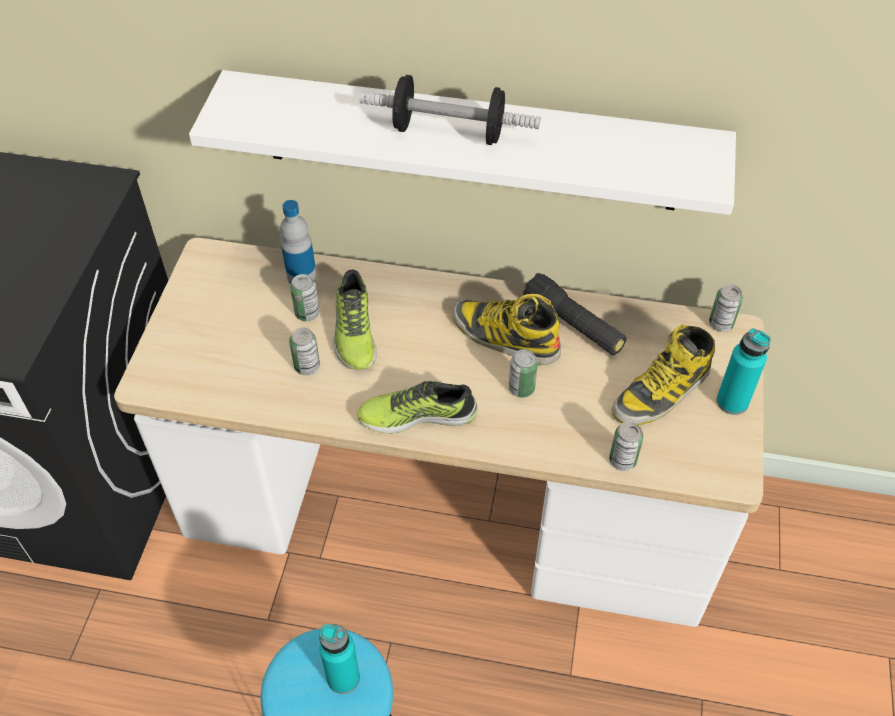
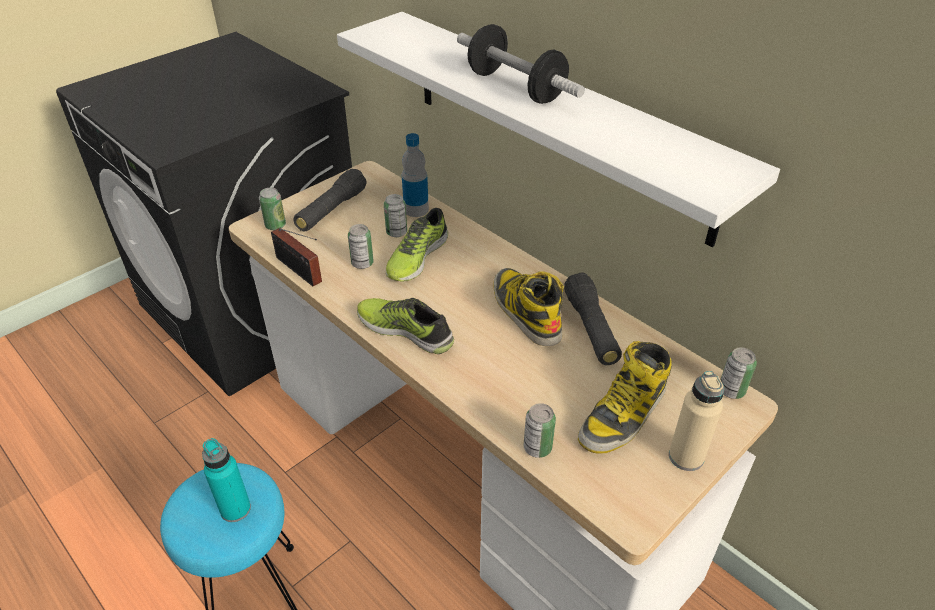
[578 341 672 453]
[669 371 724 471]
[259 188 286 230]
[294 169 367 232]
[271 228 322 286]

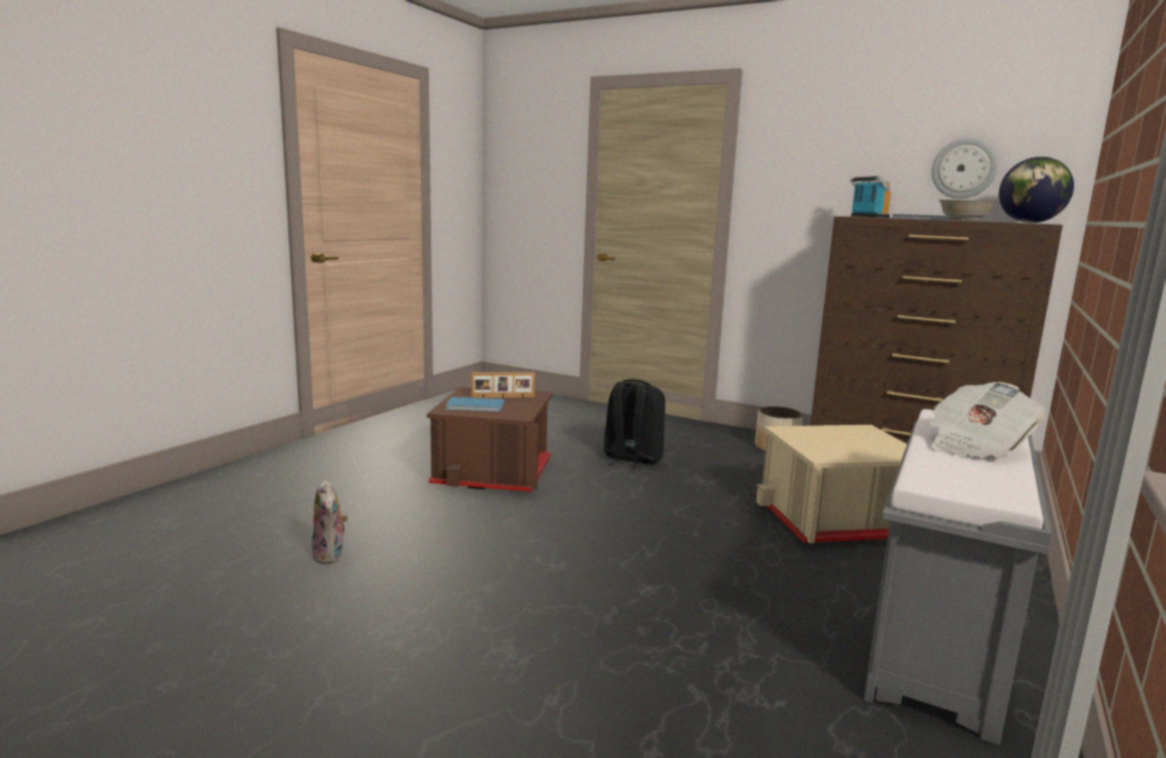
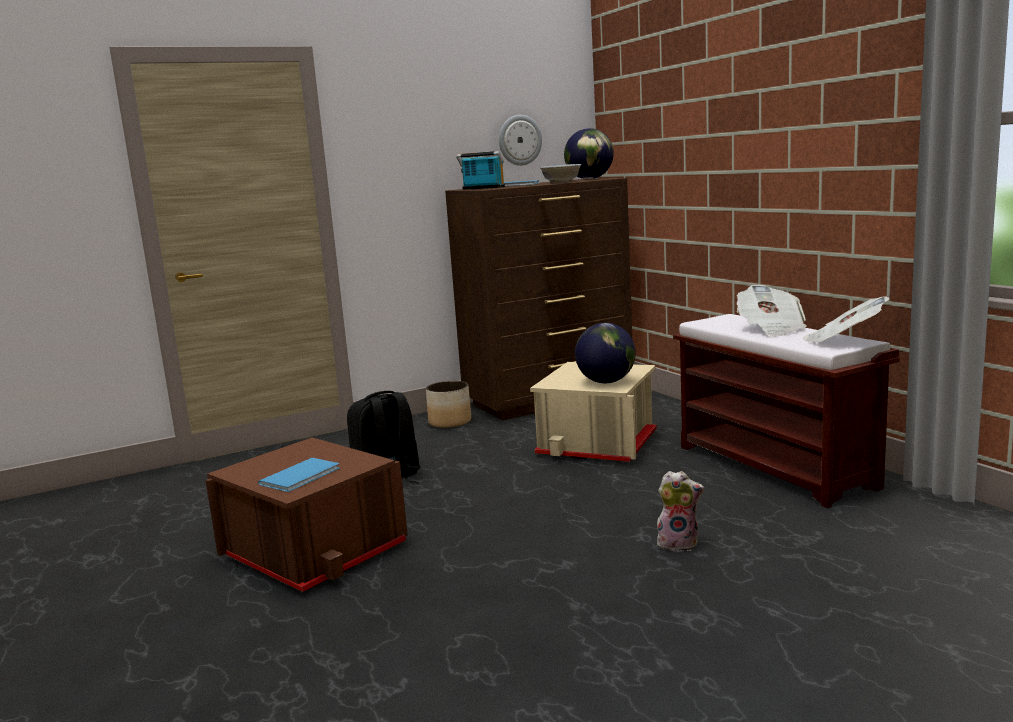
[471 372 535 398] (first image)
[673 314 899 508]
[657 471 705 552]
[803 296 889 343]
[575 323 636 383]

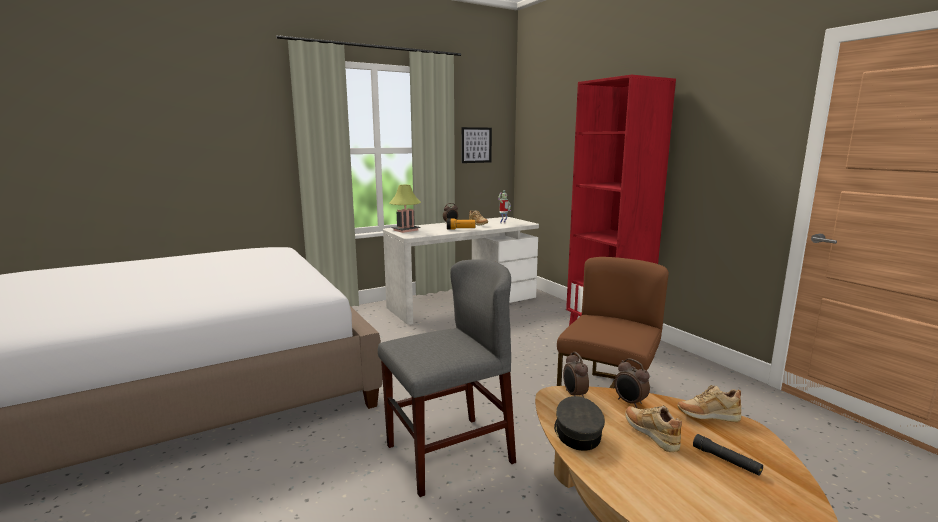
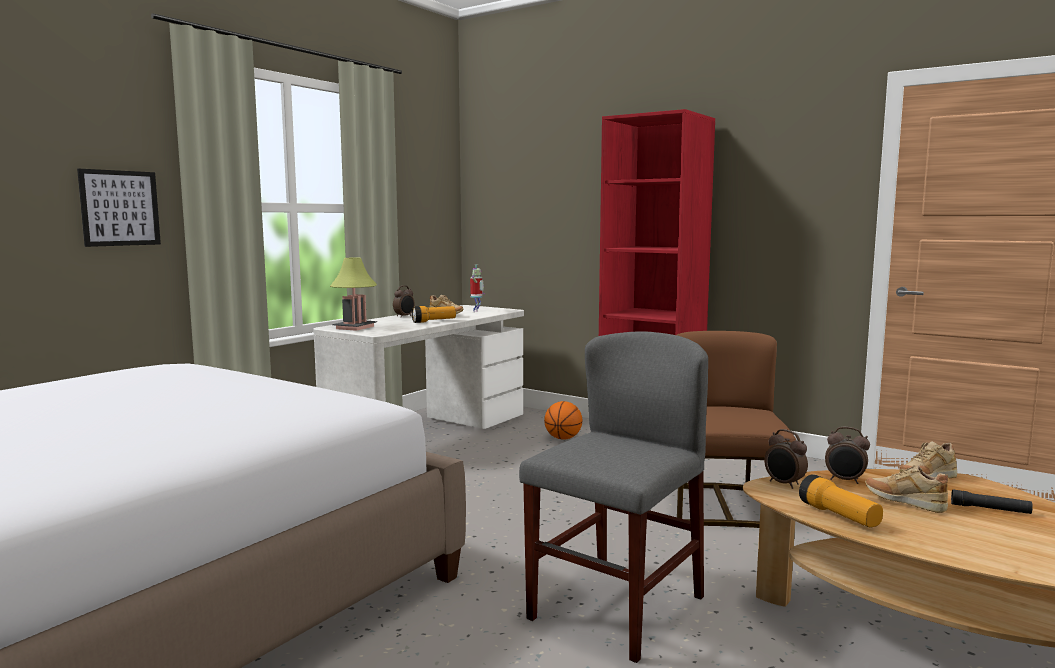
[77 169 161 247]
[799 474 883 528]
[544 401 582 440]

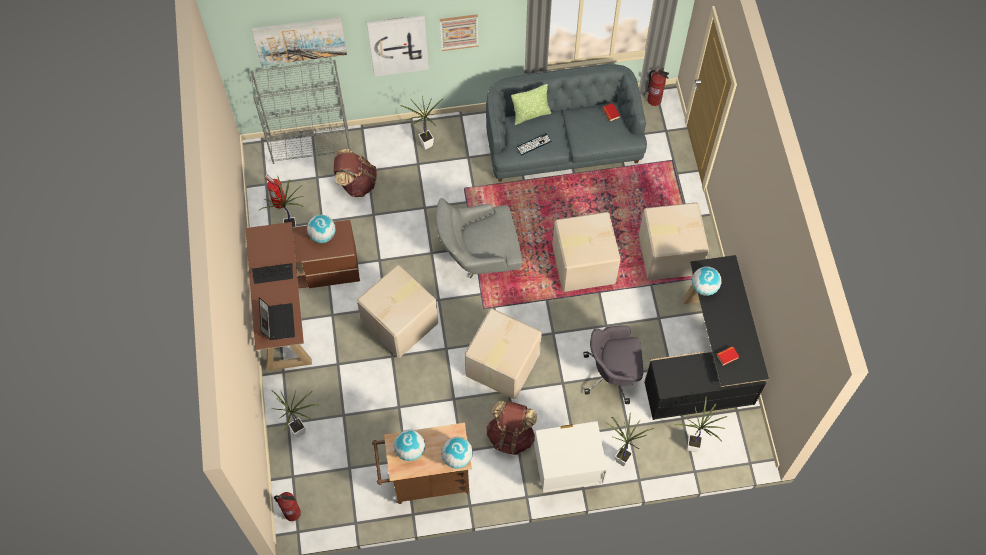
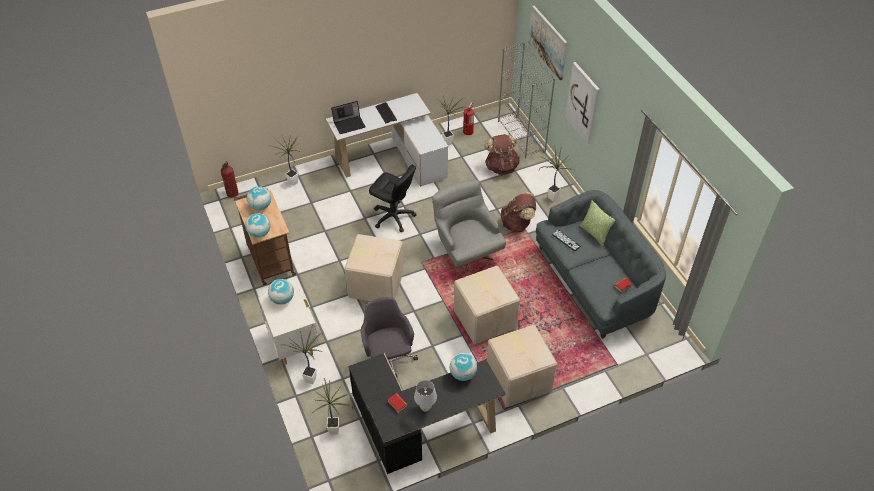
[440 14 478 51] (first image)
[647 69 669 106] (first image)
[268 279 294 305]
[326 93 448 187]
[369 165 416 232]
[501 192 536 232]
[414 380 437 412]

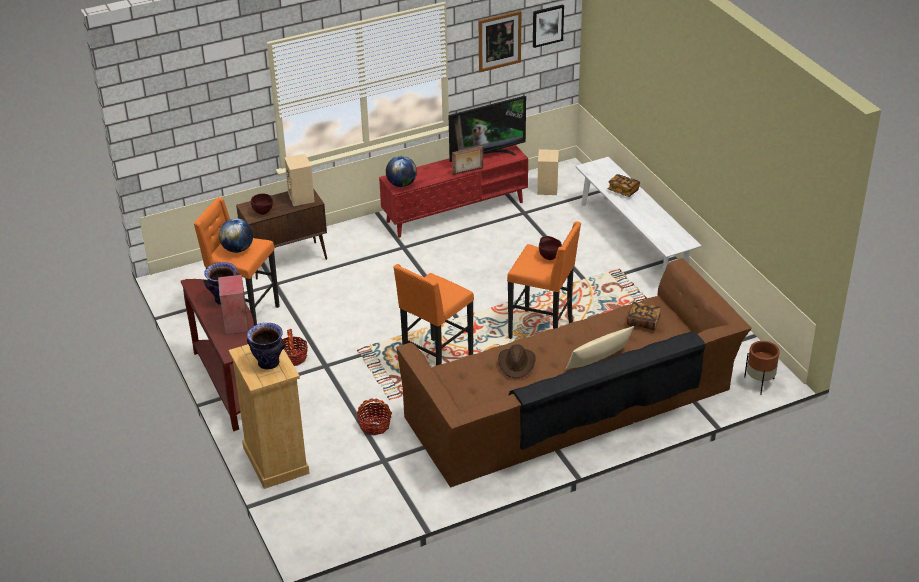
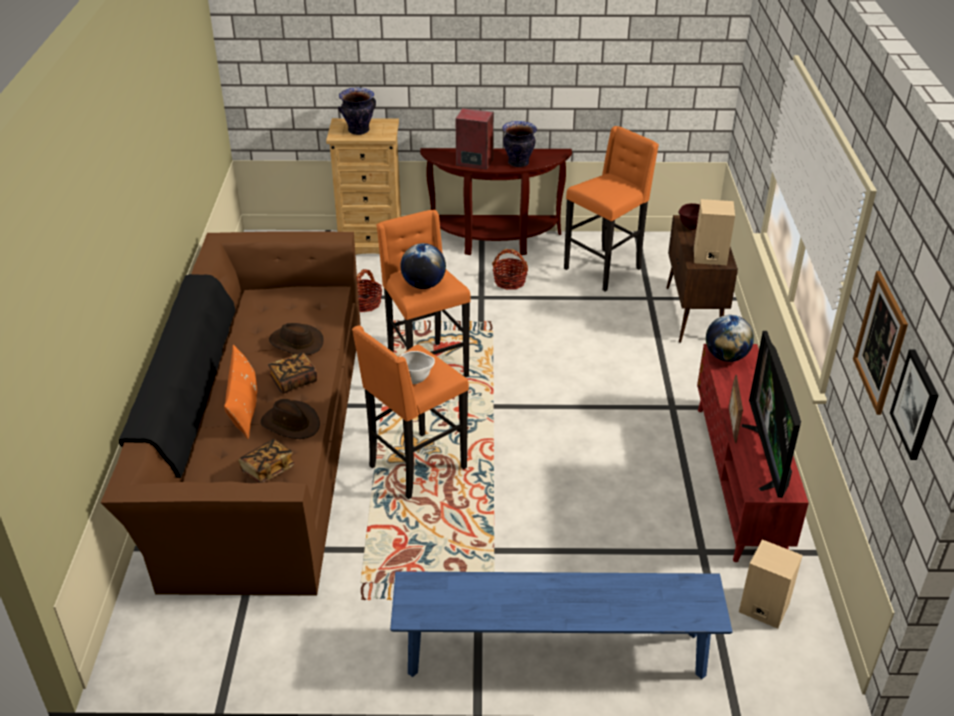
[390 571 733 679]
[268 352 317 394]
[401 243 446 289]
[399 351 435 384]
[224 345 257 439]
[744 341 780 395] (first image)
[261 399 320 439]

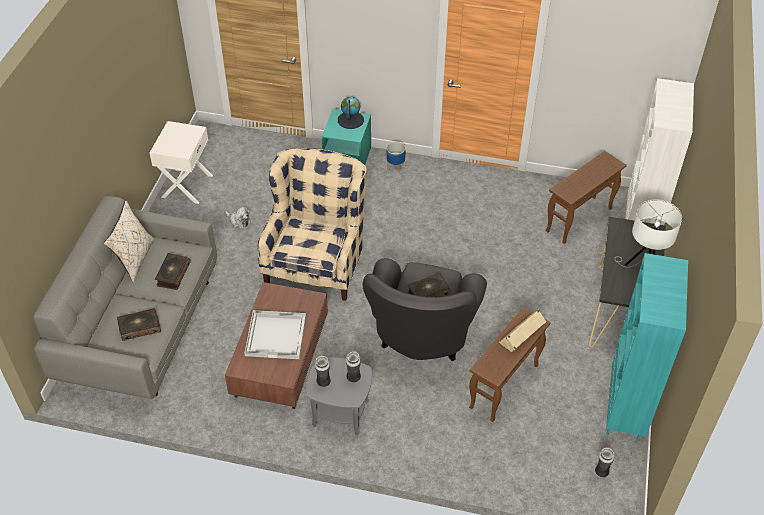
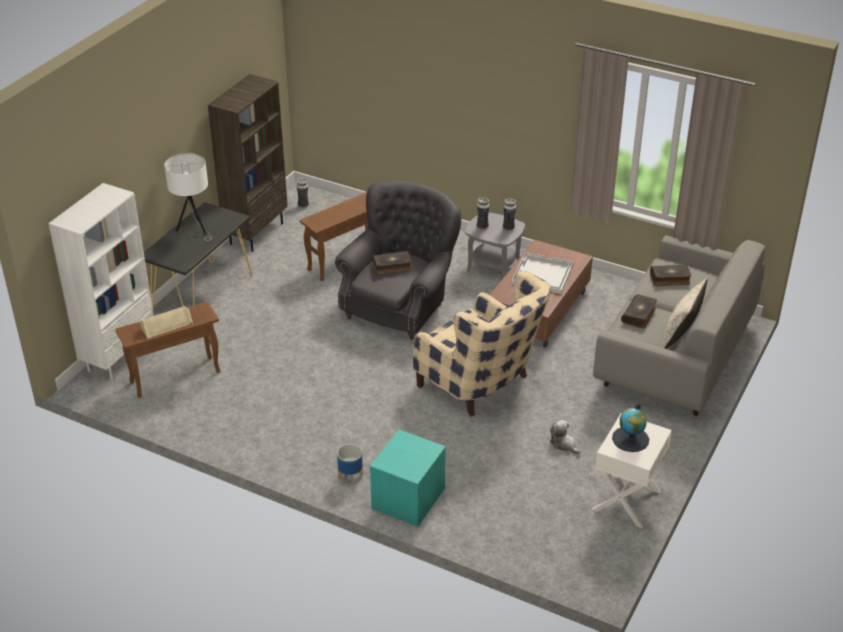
[612 404 649 452]
[413 271 550 416]
[208 74 288 252]
[140 305 193 338]

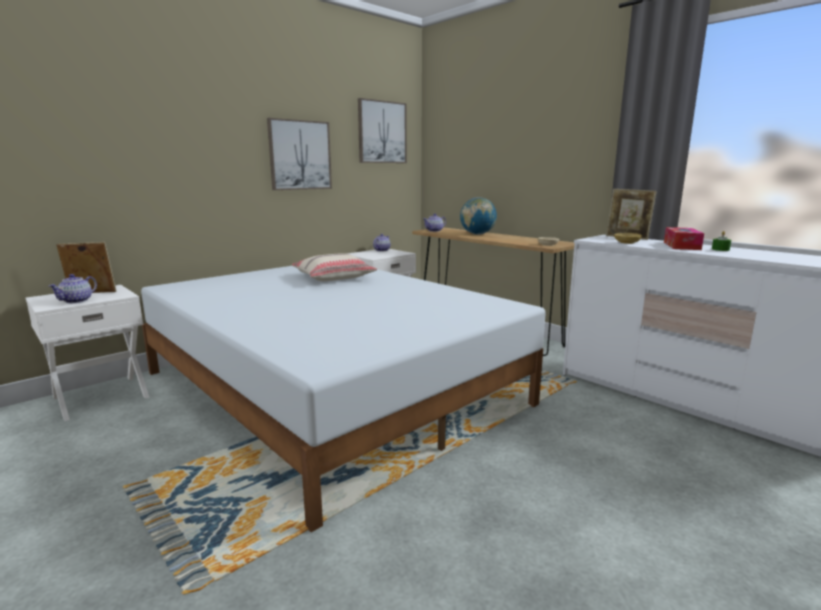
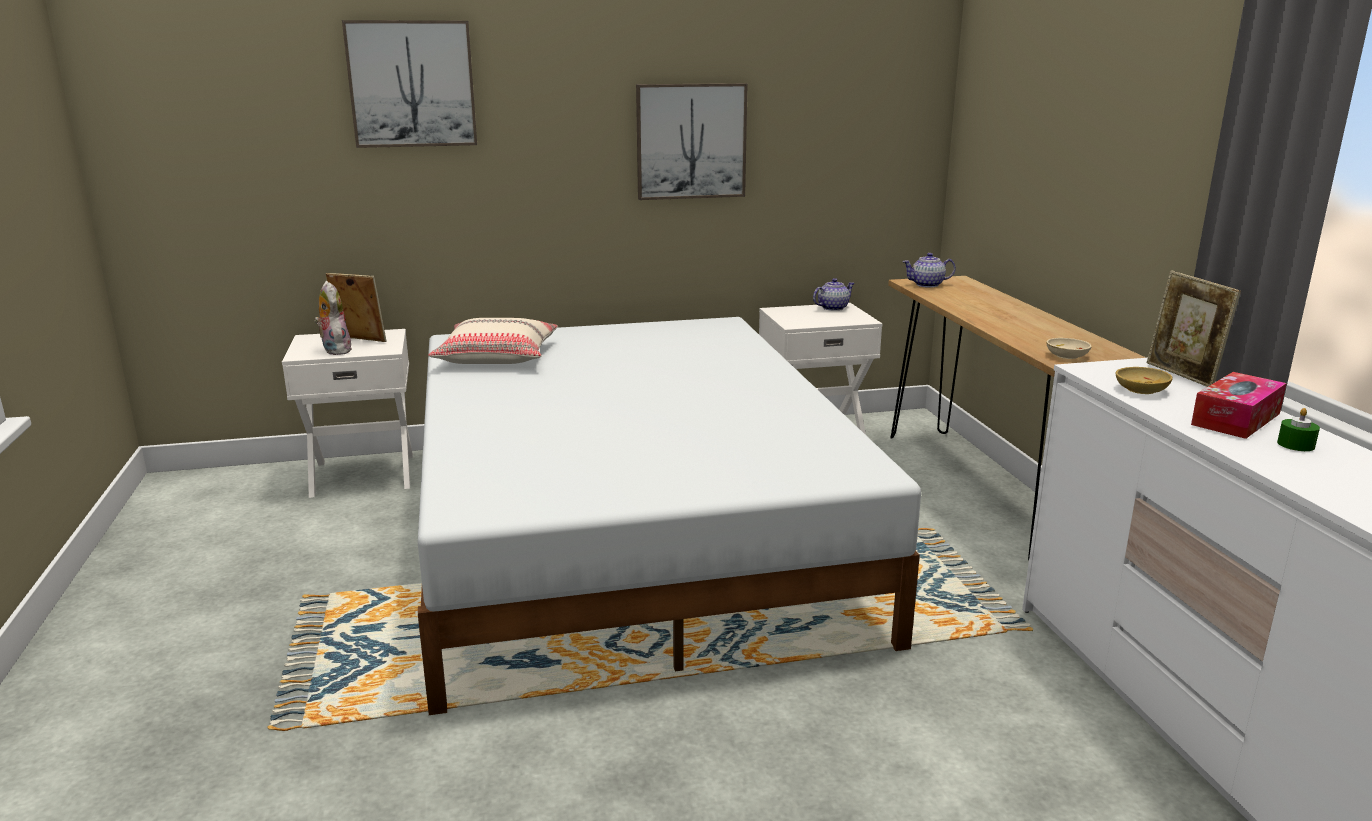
[342 20 477 148]
[460 197 497 235] (first image)
[428 318 558 364]
[314 281 351 355]

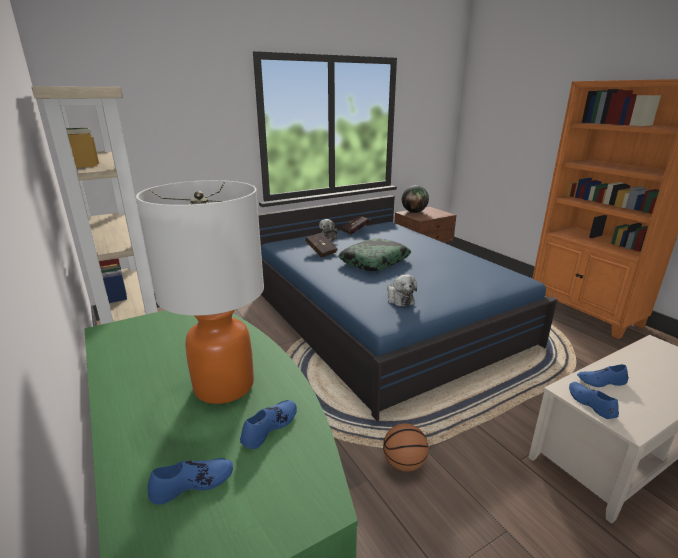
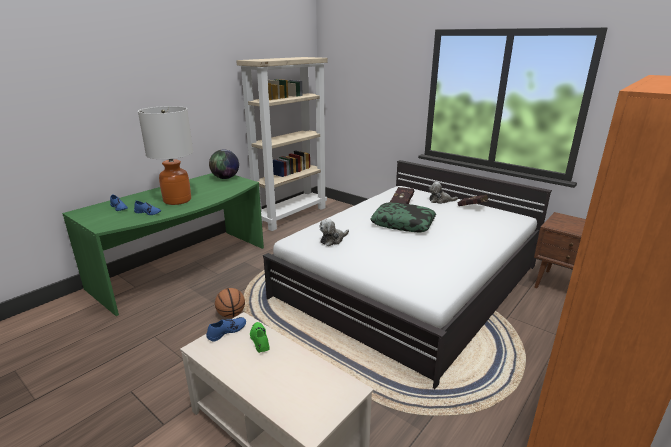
[209 150 239 179]
[263 160 552 389]
[250 322 270 353]

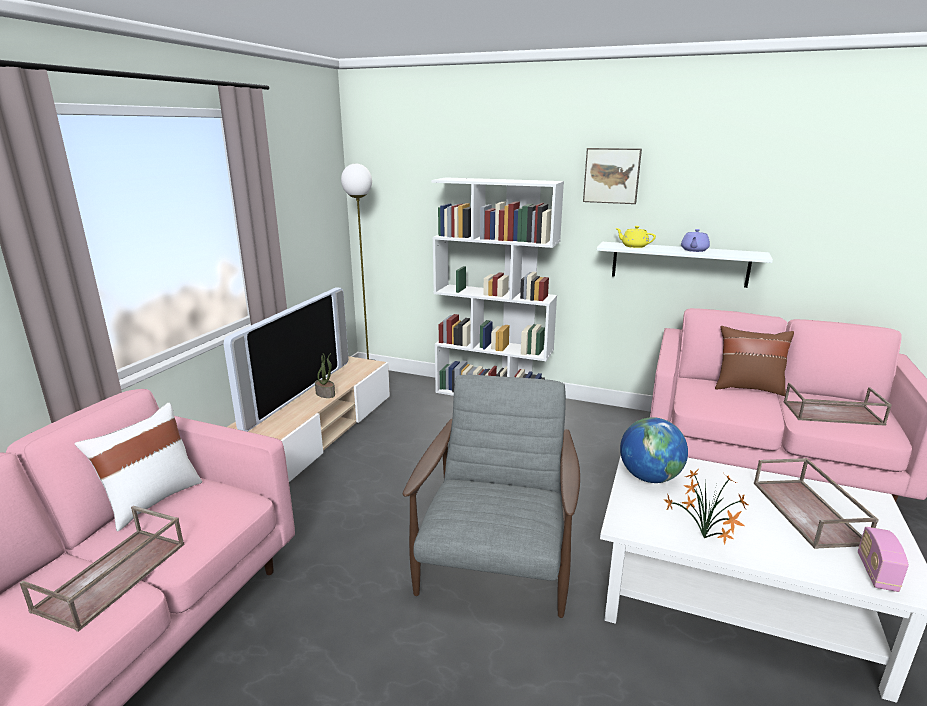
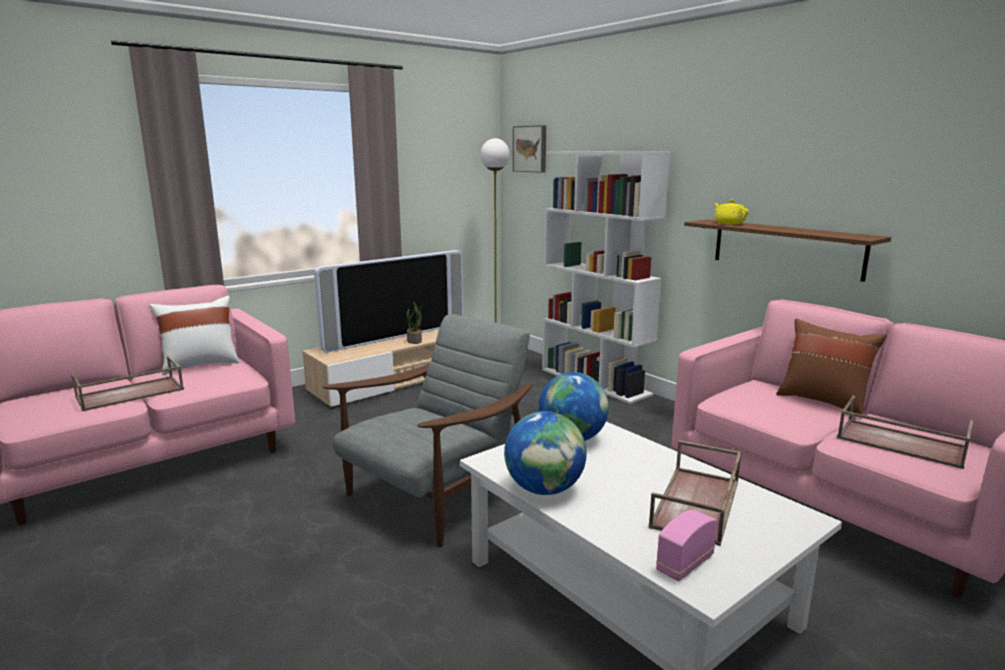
[513 125 546 173]
[681 229 710 252] (first image)
[684 219 891 282]
[504 411 587 495]

